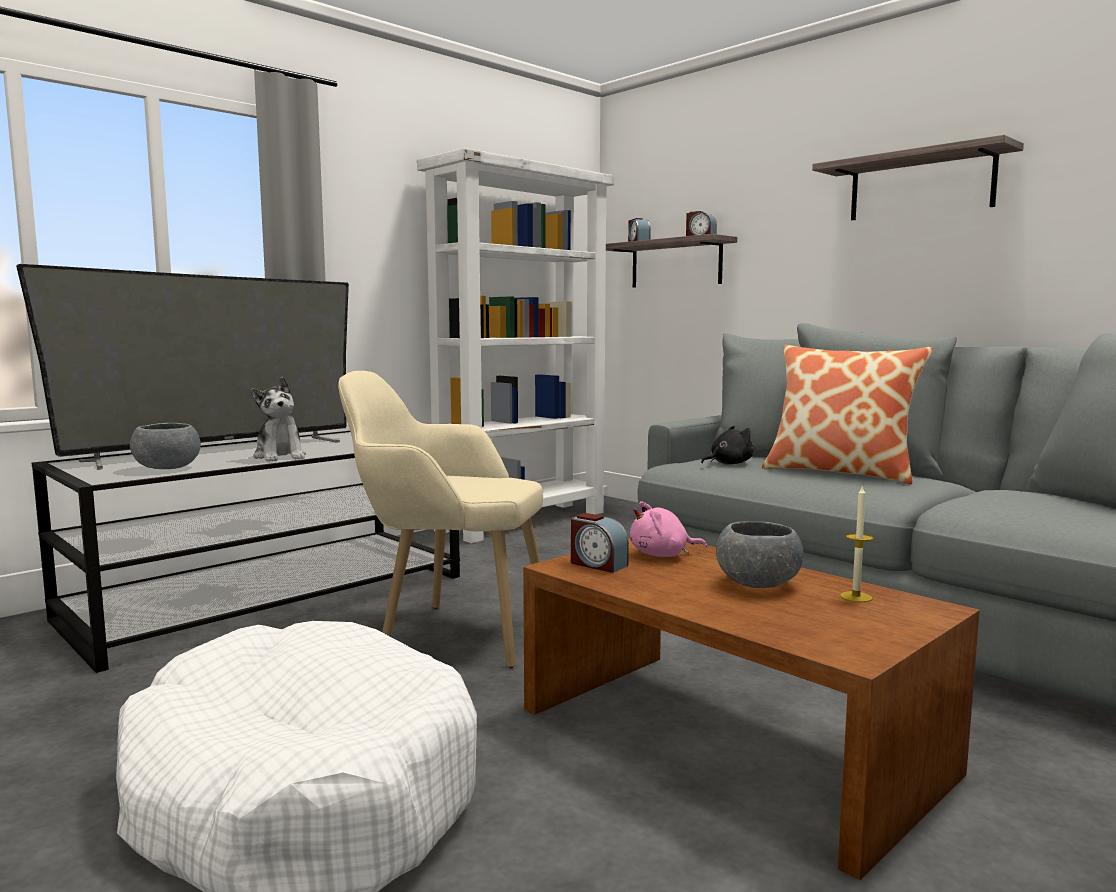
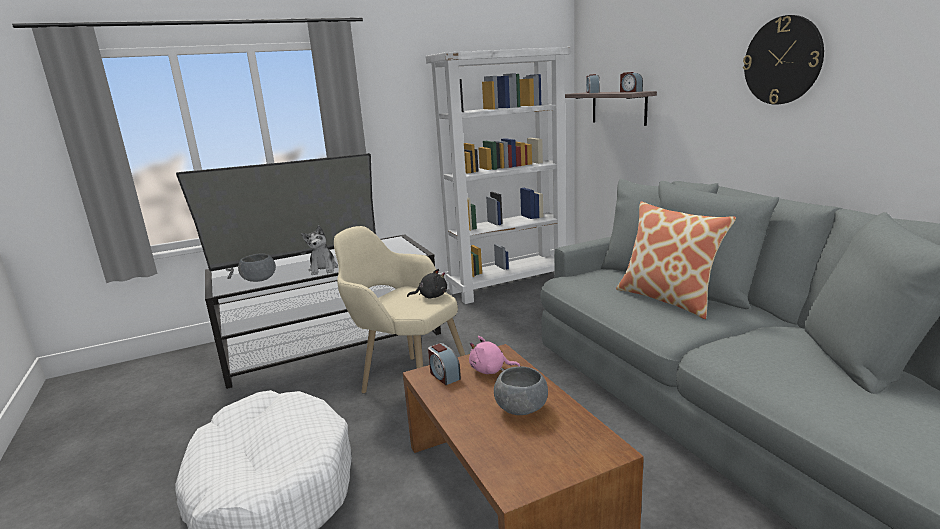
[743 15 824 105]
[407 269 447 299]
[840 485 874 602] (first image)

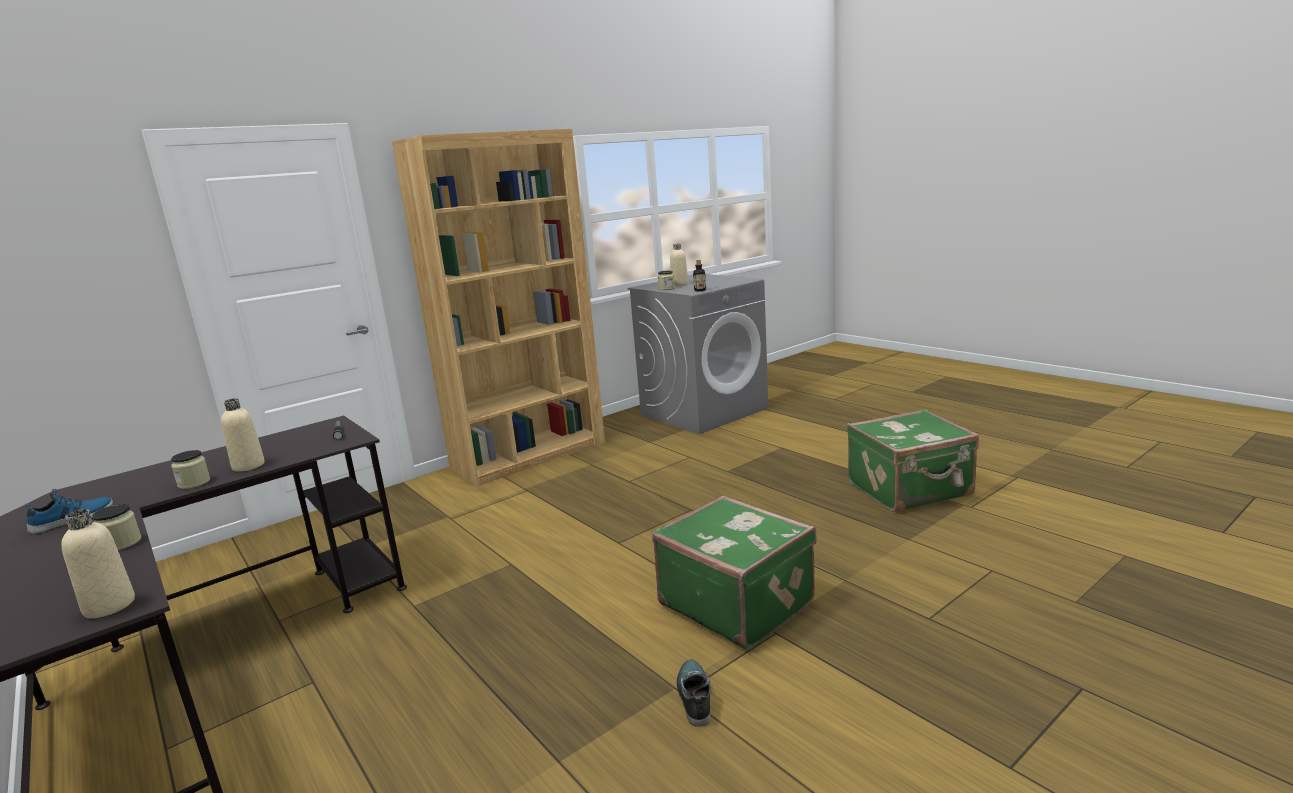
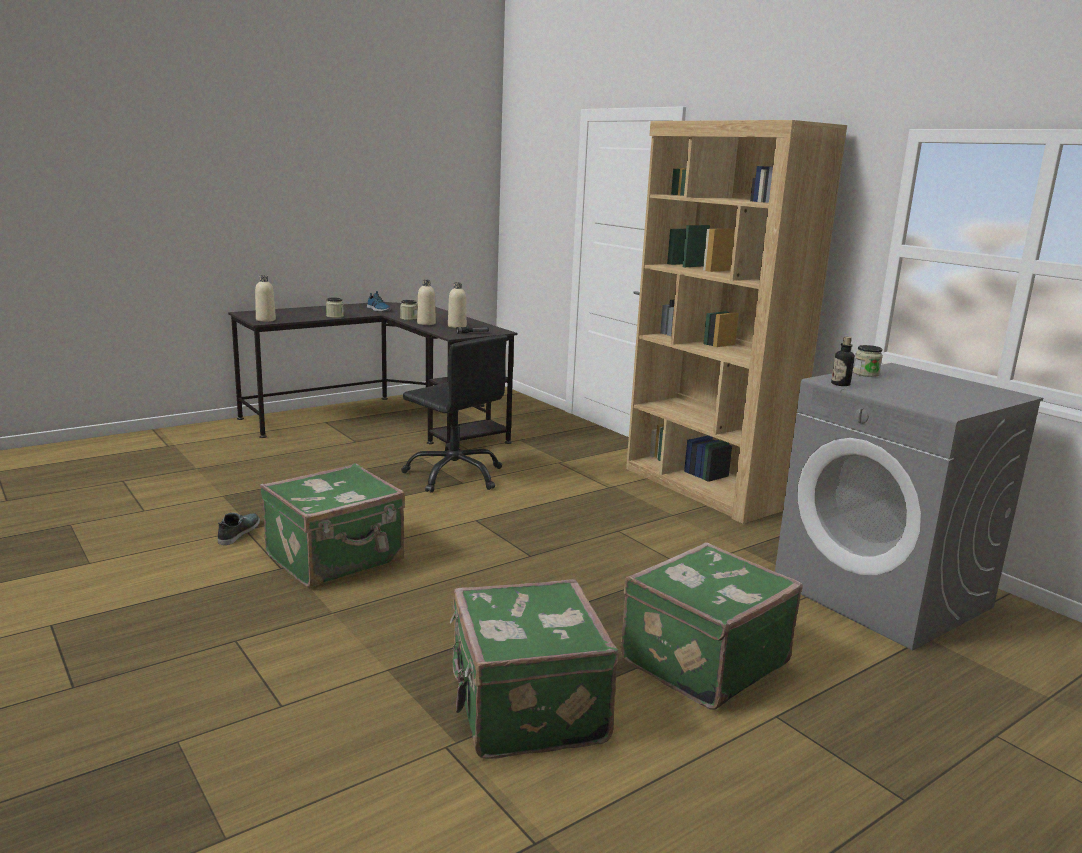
[448 282 467 328]
[218 513 260 545]
[402 335 507 493]
[621 542 803 710]

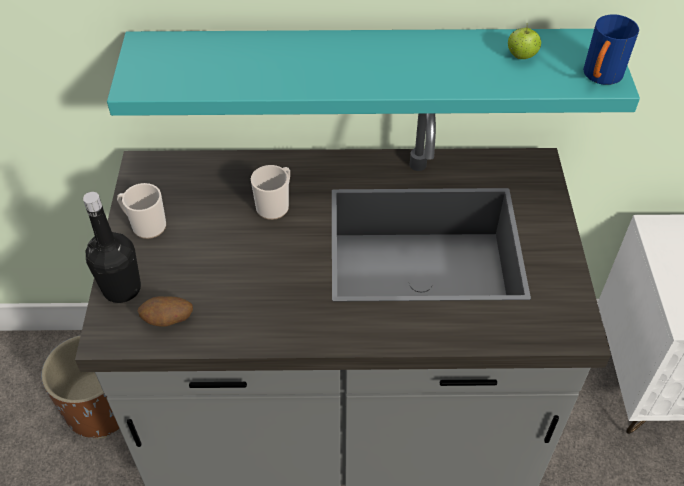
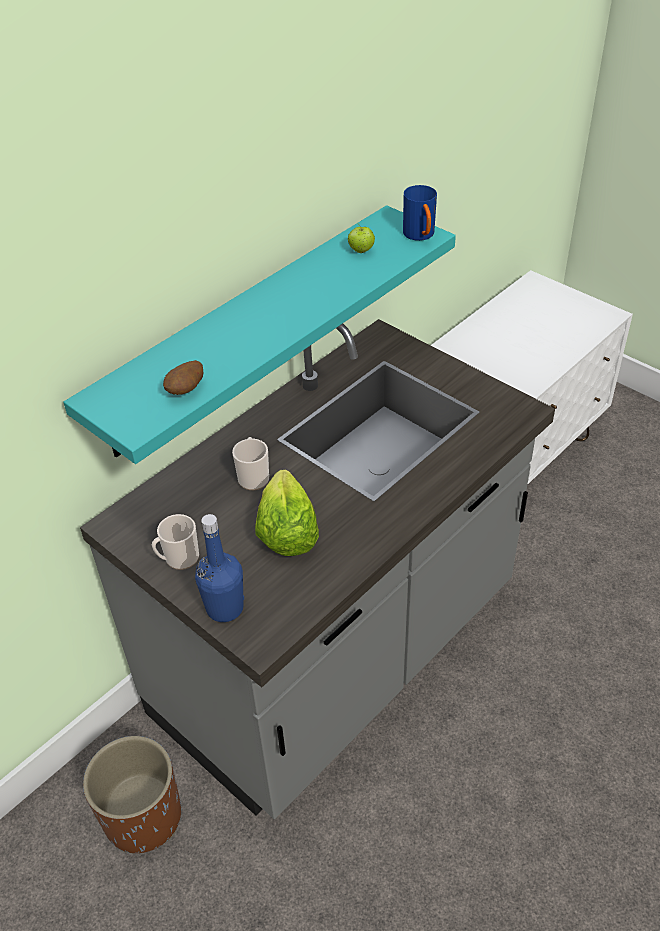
[195 514 244 622]
[163 360 203 395]
[255 470 319 556]

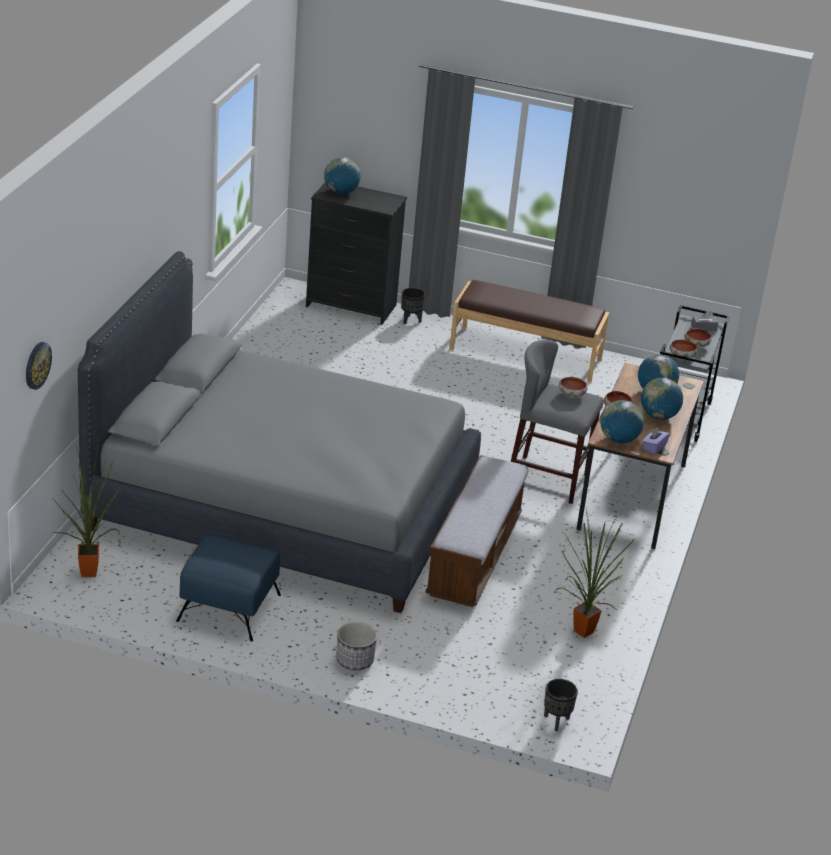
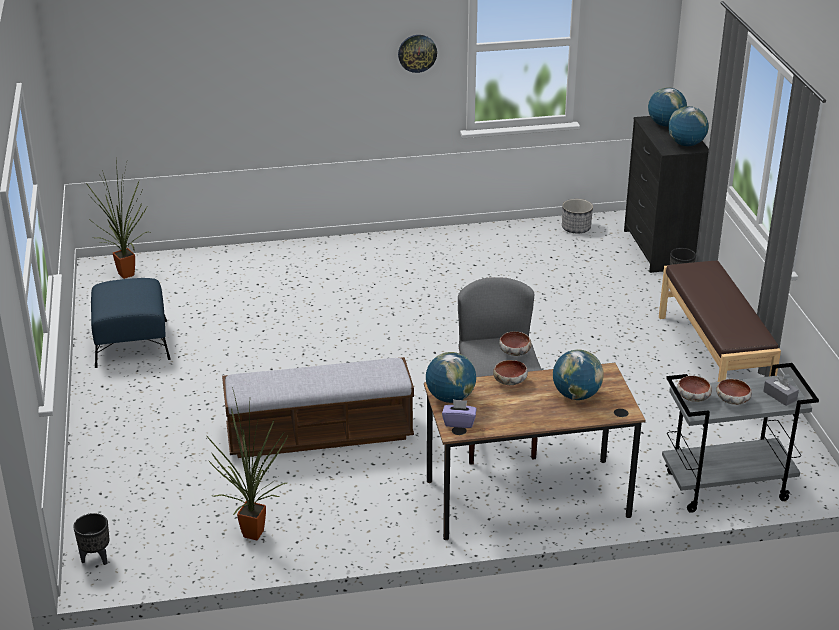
[78 251 481 613] (first image)
[398 35 437 73]
[668 106 709 146]
[562 199 593 233]

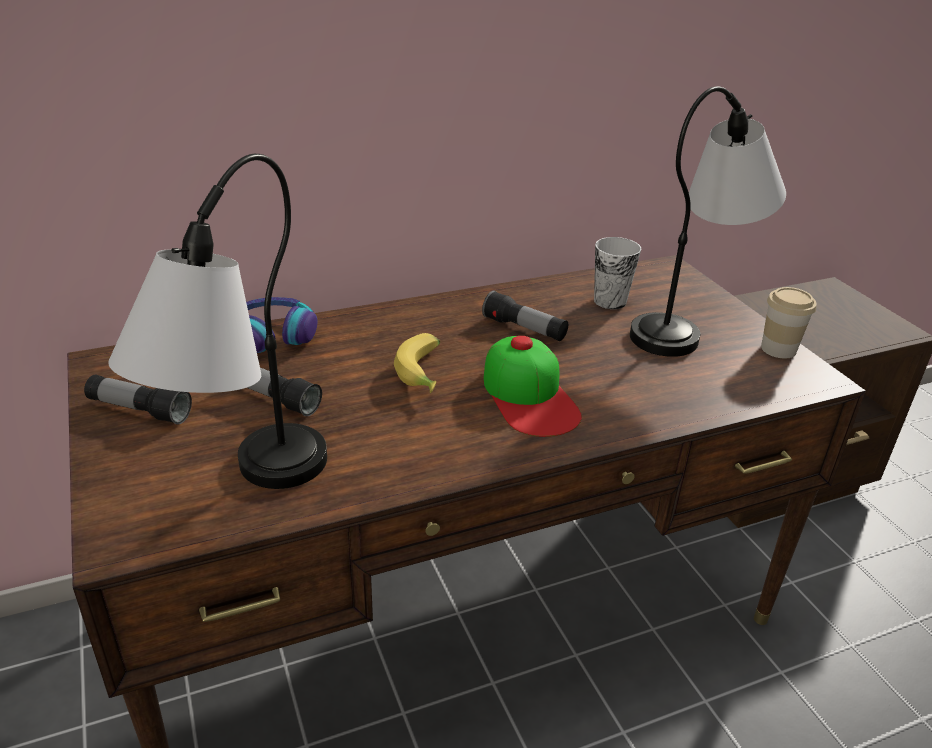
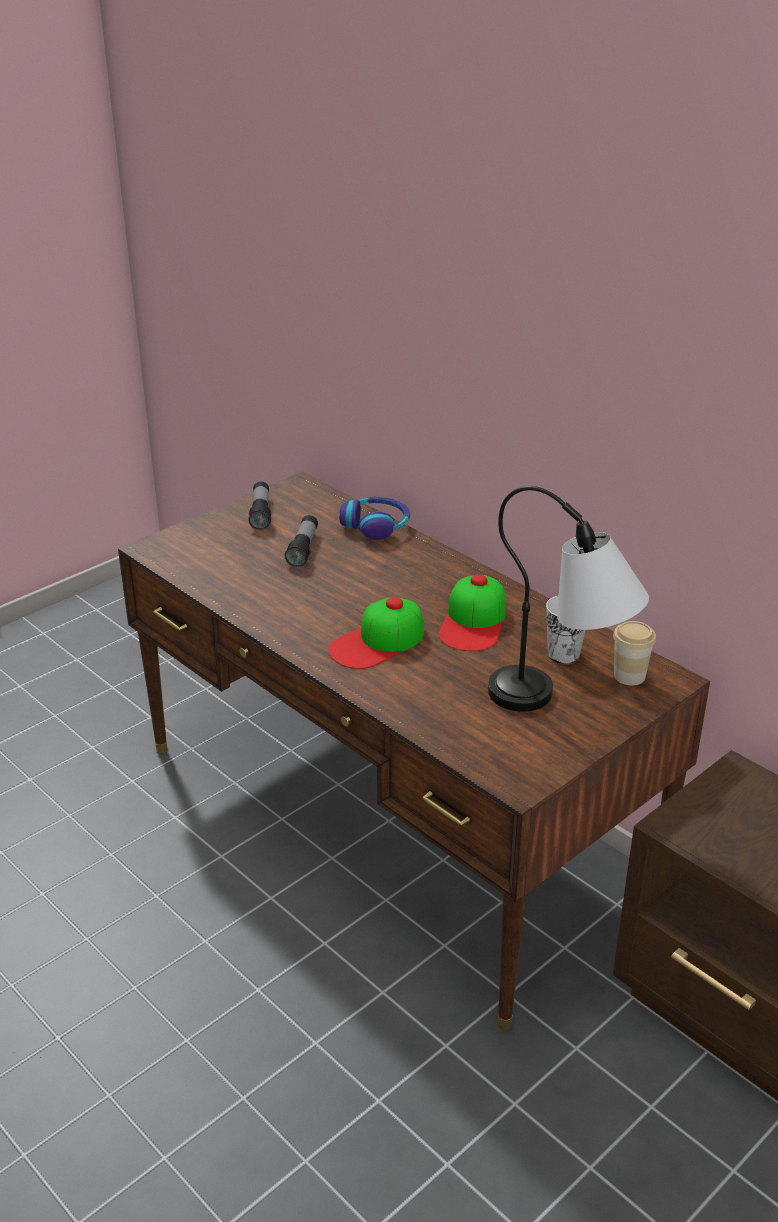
[108 154 327 489] (first image)
[613 621 656 685]
[439 575 506 651]
[394 333 440 393] (first image)

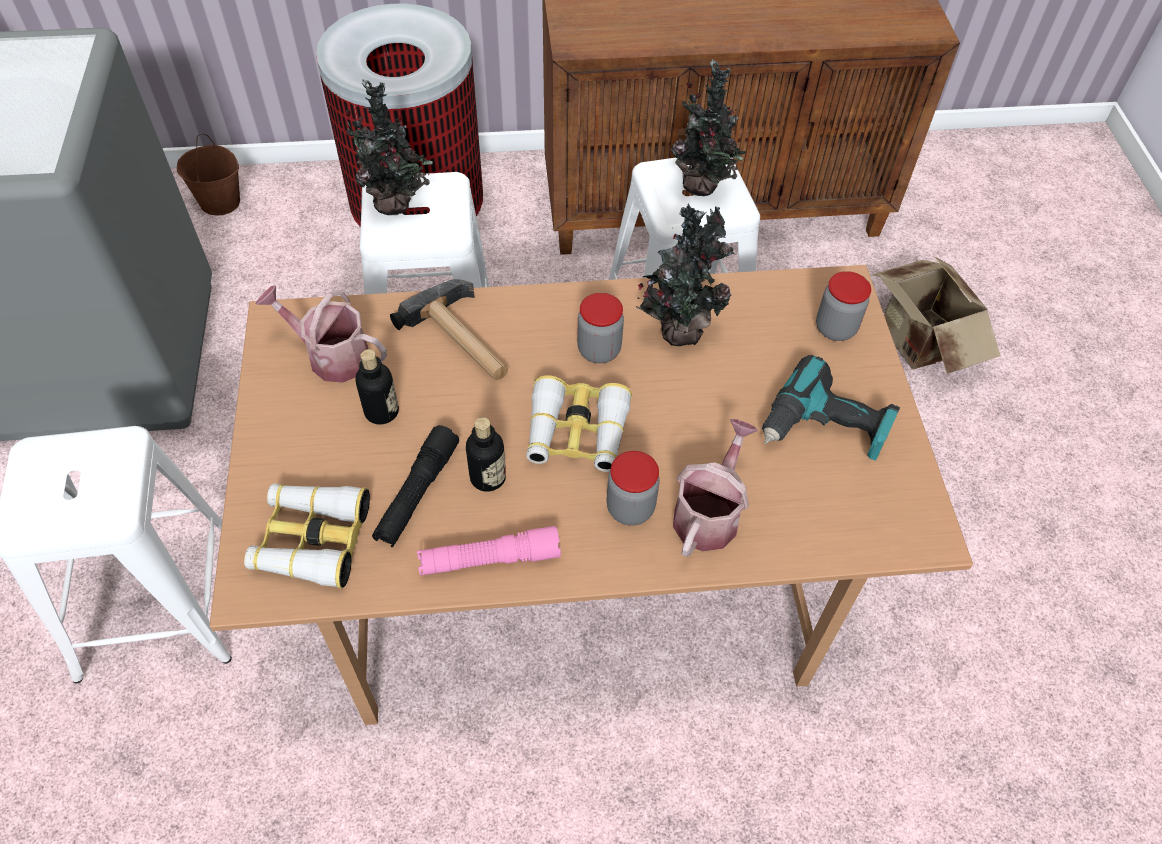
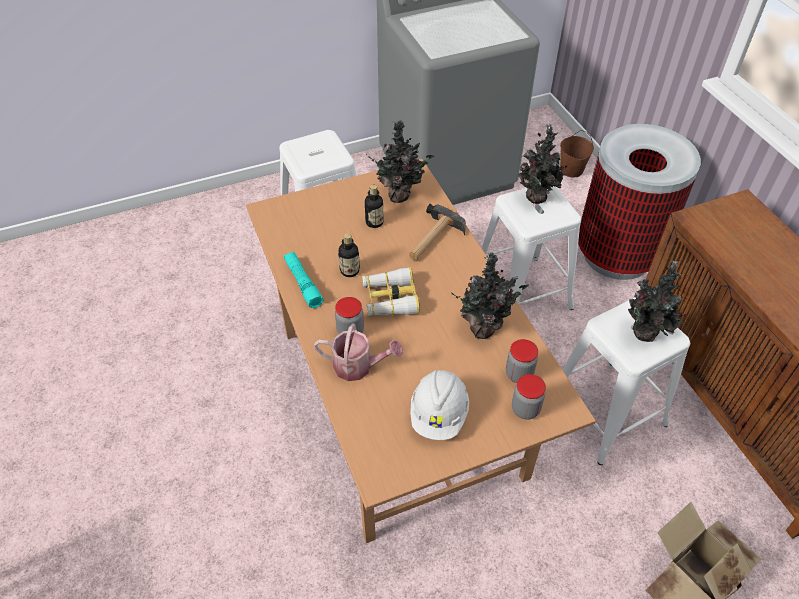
[366 120 435 203]
[506 339 538 383]
[410 370 469 440]
[372 425 459 547] (first image)
[244 483 370 588] (first image)
[284 252 324 308]

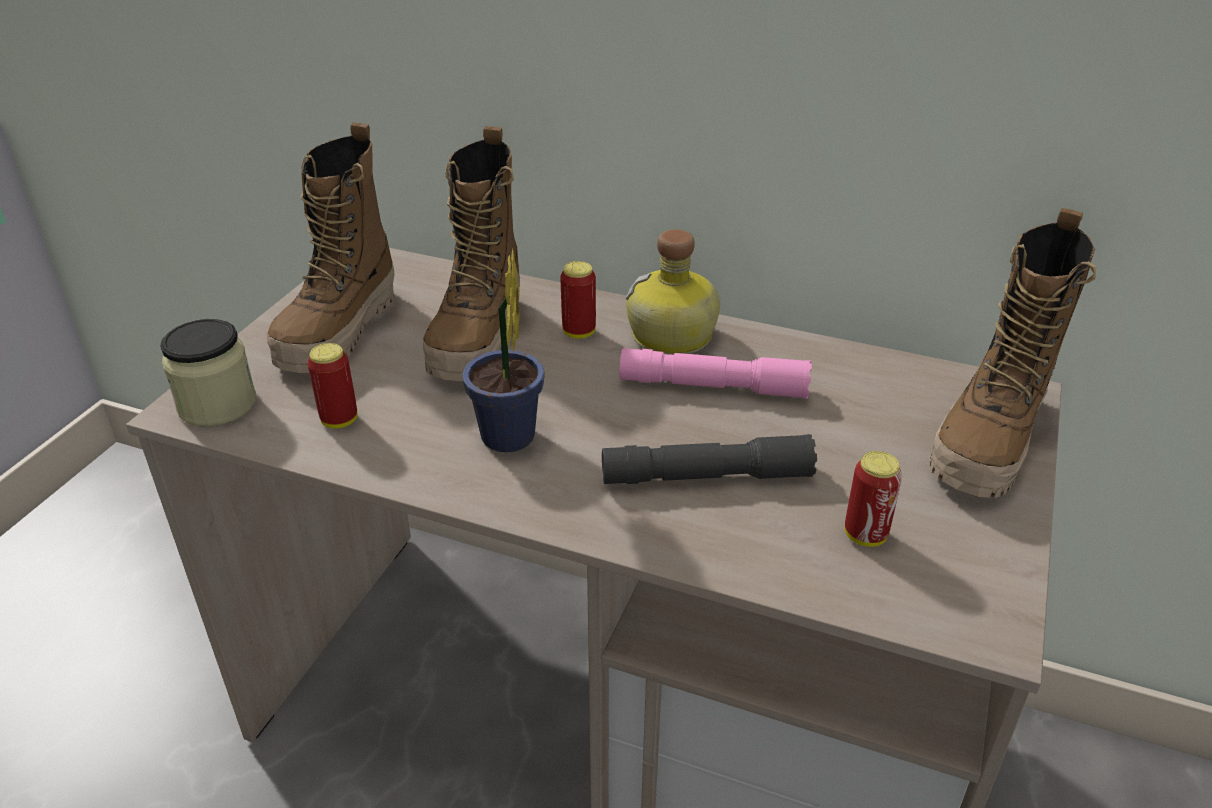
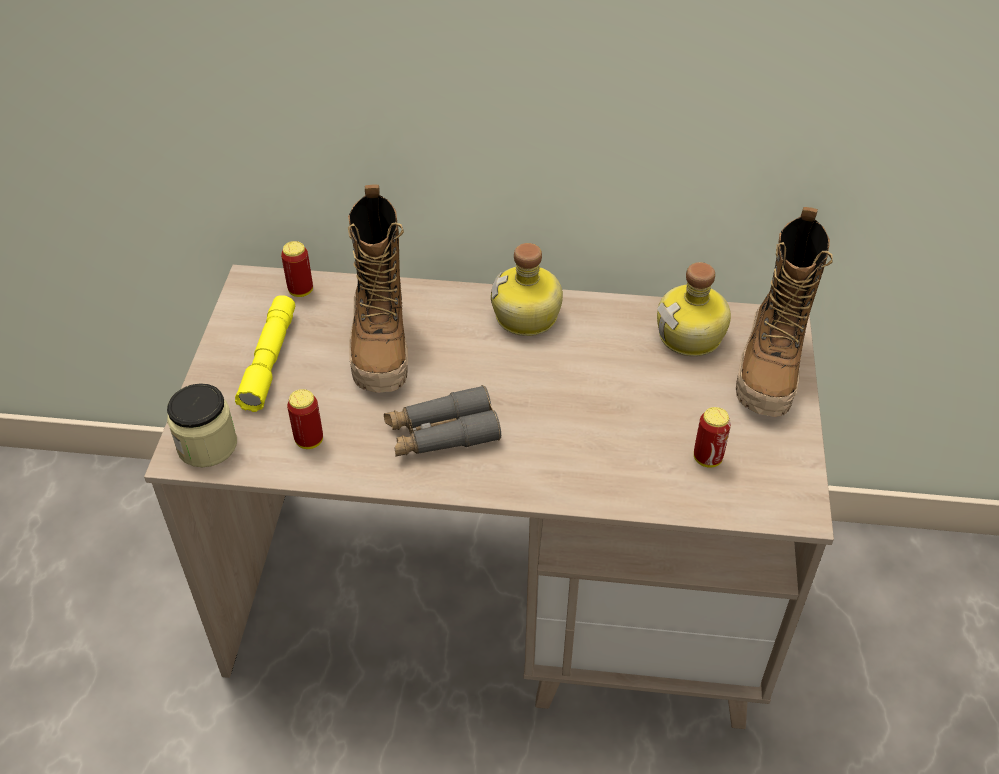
[235 295 295 412]
[384 385 501 457]
[281 241 313 297]
[619 348 812 399] (first image)
[602 434 817 484] (first image)
[657 262 731 356]

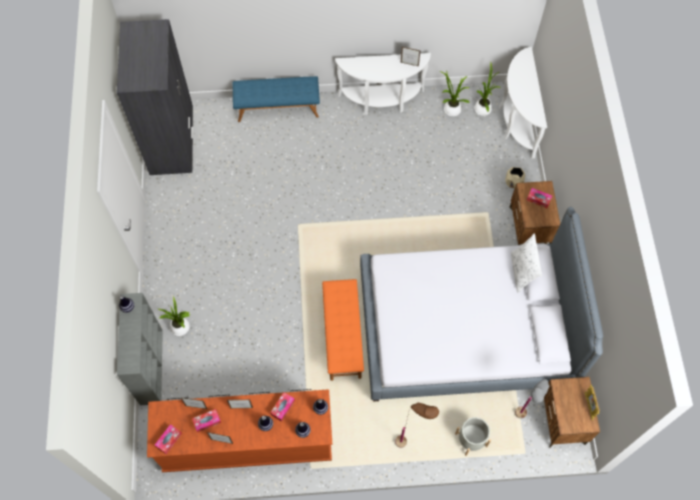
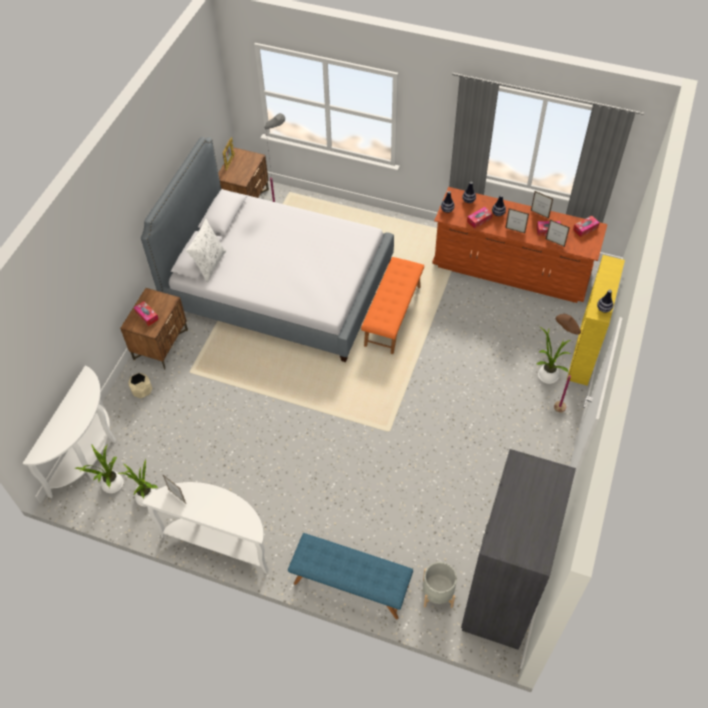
[567 255 625 386]
[554 314 583 413]
[423 562 457 608]

